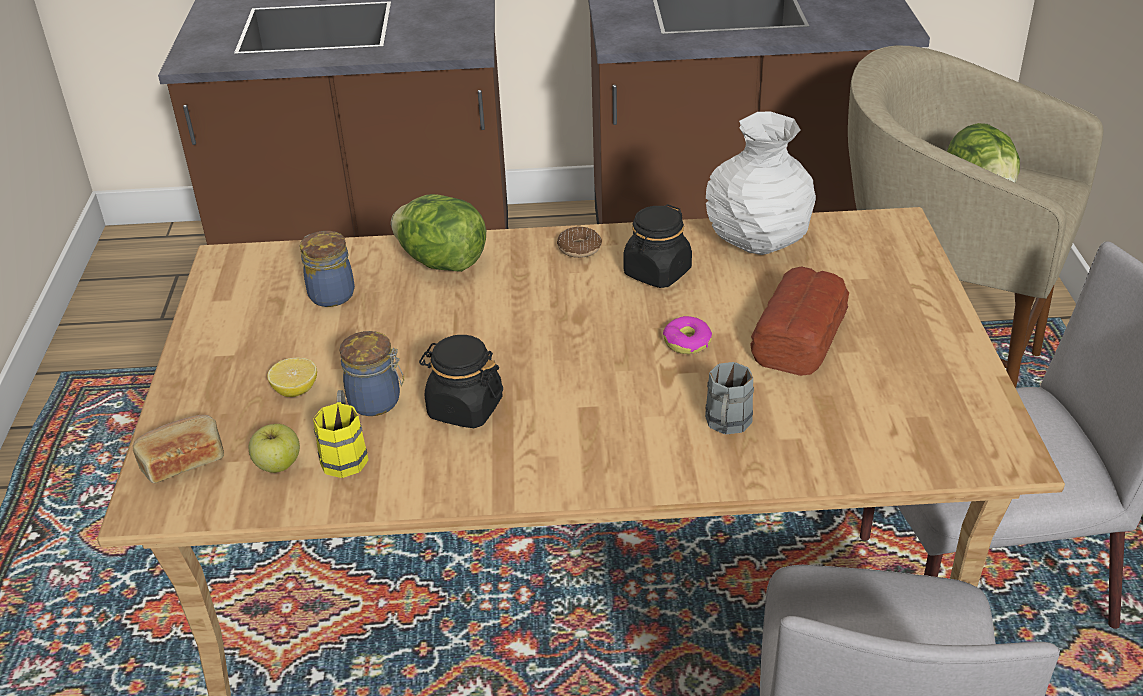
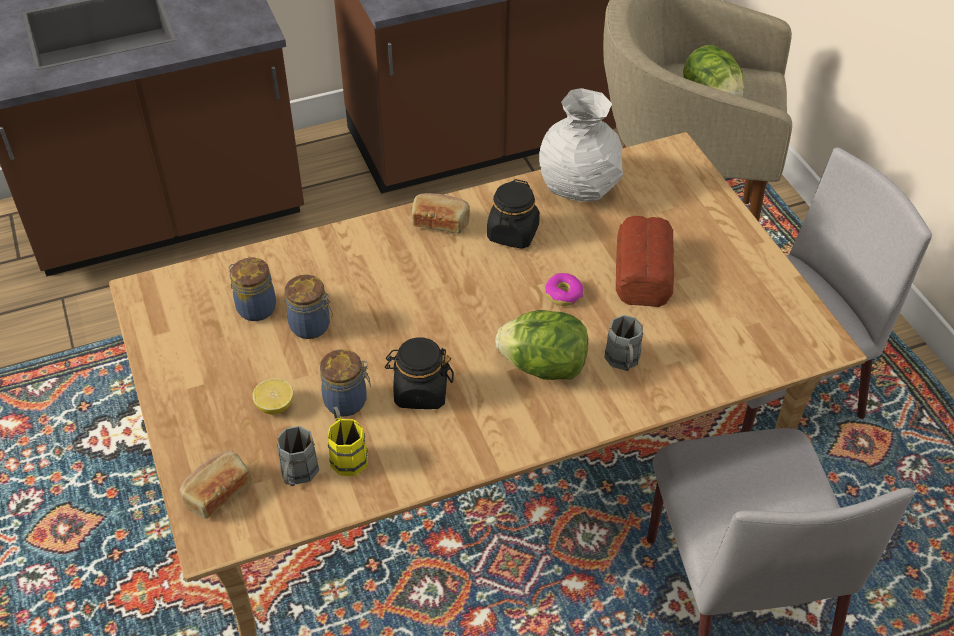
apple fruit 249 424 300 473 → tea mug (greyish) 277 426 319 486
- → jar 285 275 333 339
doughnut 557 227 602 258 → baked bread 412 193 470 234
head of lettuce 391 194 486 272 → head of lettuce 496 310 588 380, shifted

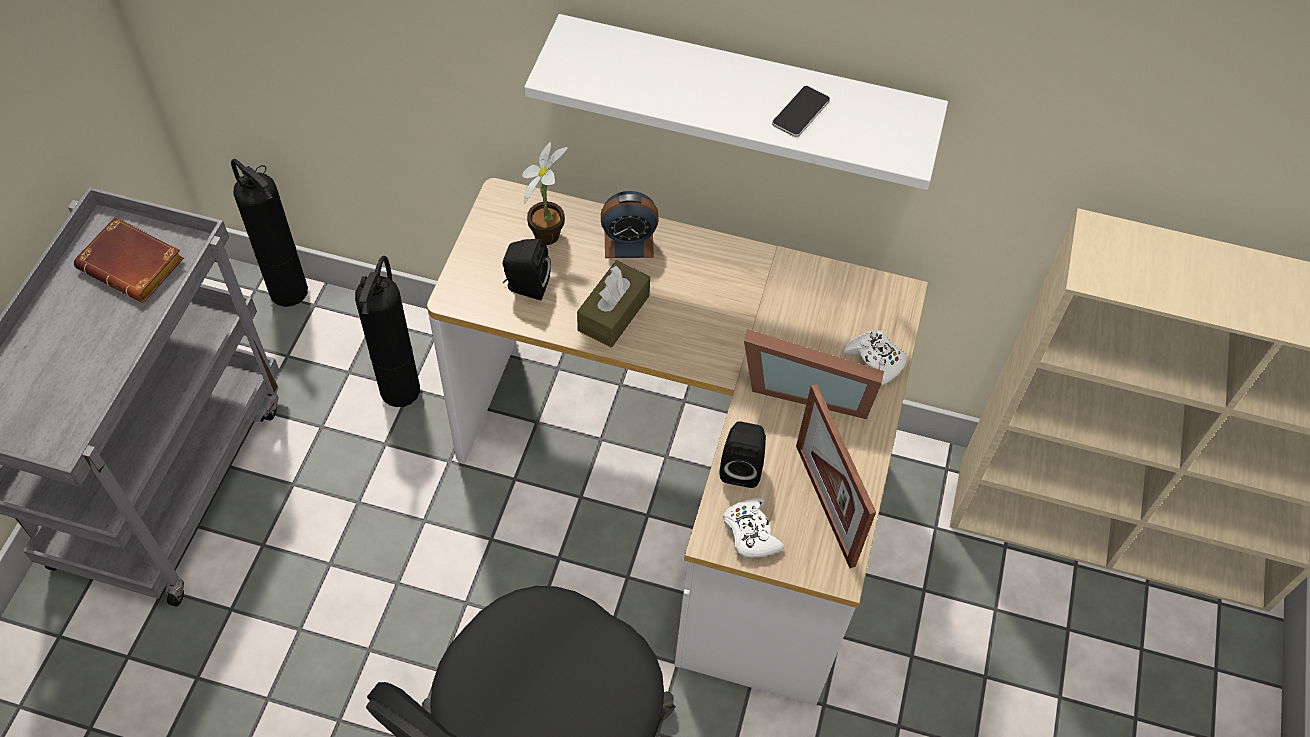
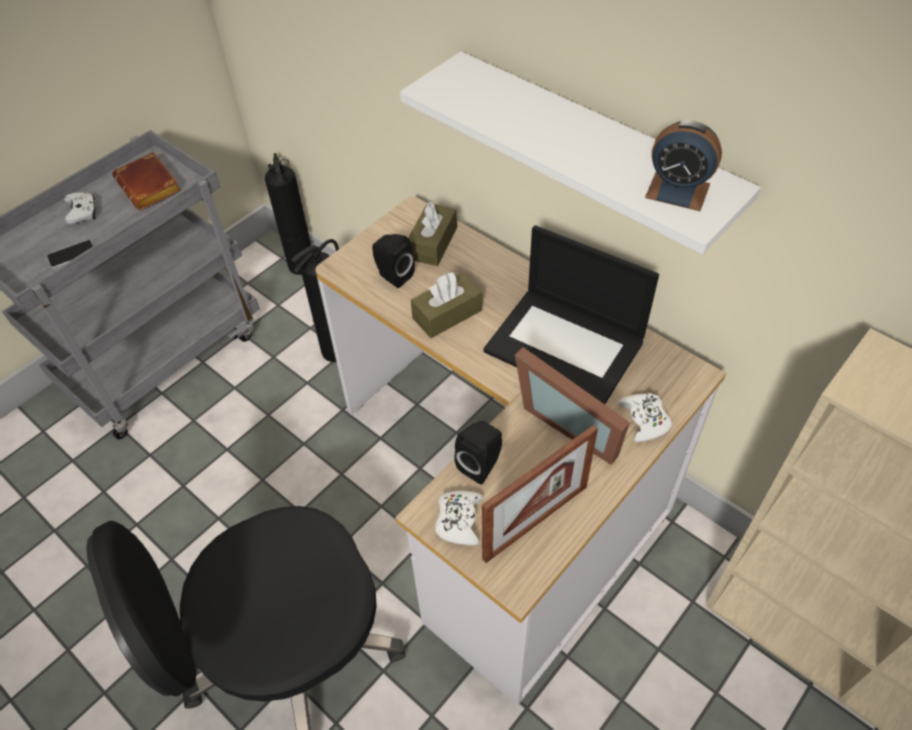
phone 772 86 830 137 → phone 47 240 93 268, shifted
- → gamepad (white) 64 192 96 225
houseplant 522 142 568 245 → box of tissues (brown-coloured) 408 202 457 266
picture frame 796 384 876 568 → picture frame 482 425 598 563, 135 degrees counterclockwise
- → notebook computer 483 225 659 404
table clock 601 191 659 258 → table clock 645 120 722 211, shifted

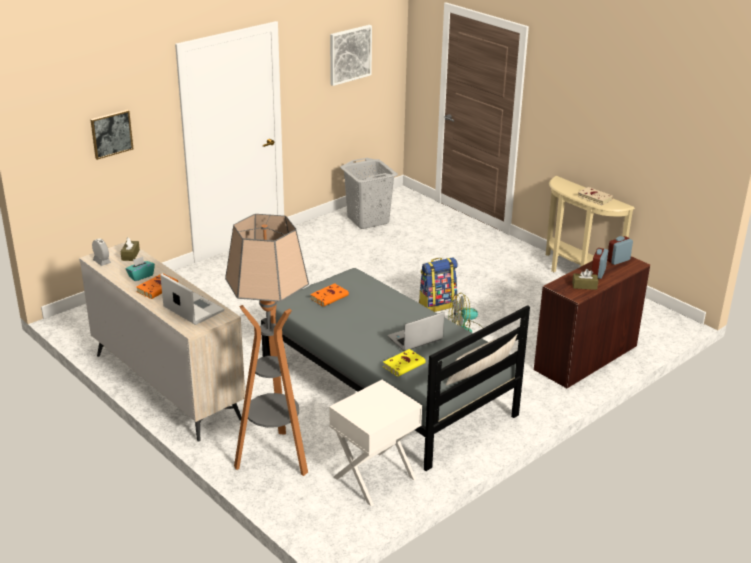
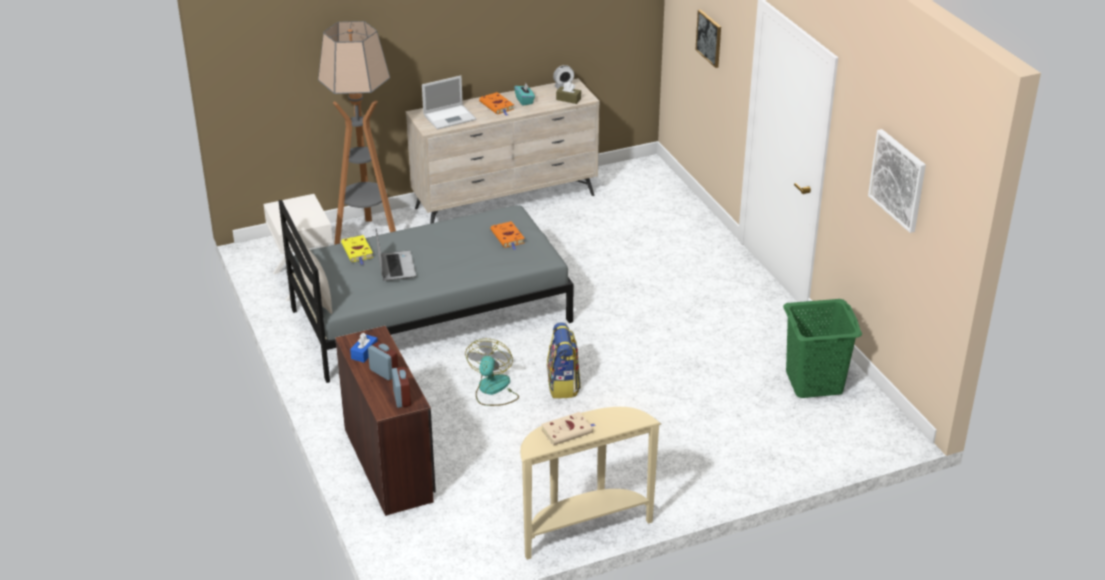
box of tissues (brown-coloured) 572 269 598 290 → box of tissues (blue) 350 333 378 363
washing basket (greyish) 340 158 398 229 → washing basket (green-coloured) 783 299 862 398

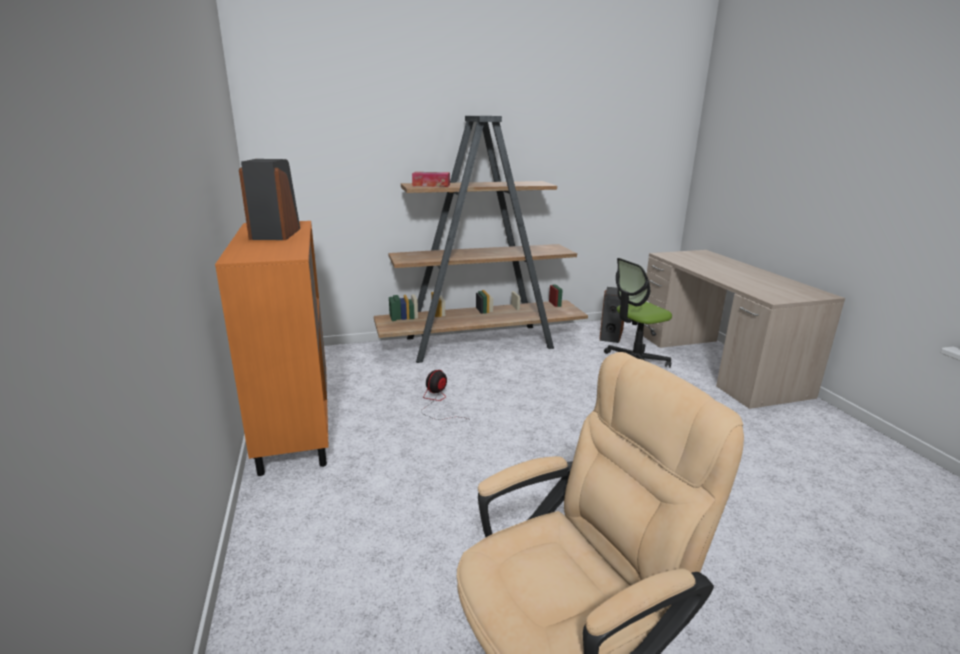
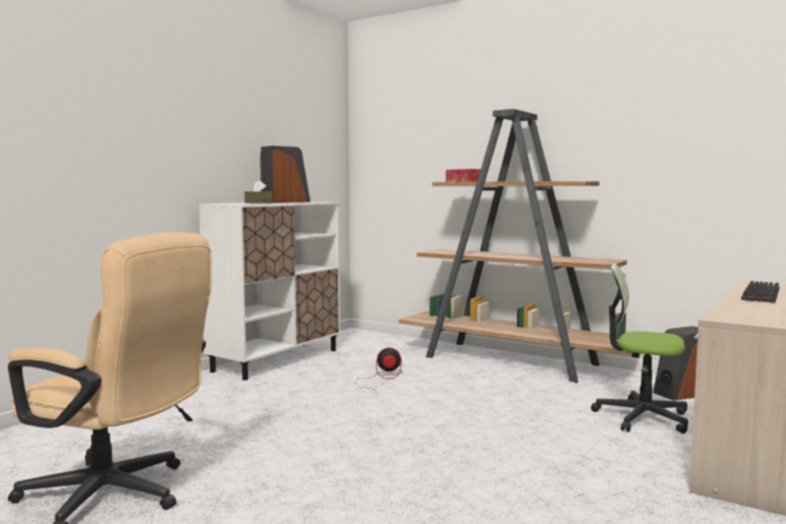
storage cabinet (orange-coloured) 215 221 329 476 → storage cabinet (white) 199 202 340 380
- → box of tissues (brown-coloured) 244 180 272 204
- → computer keyboard 741 281 779 303

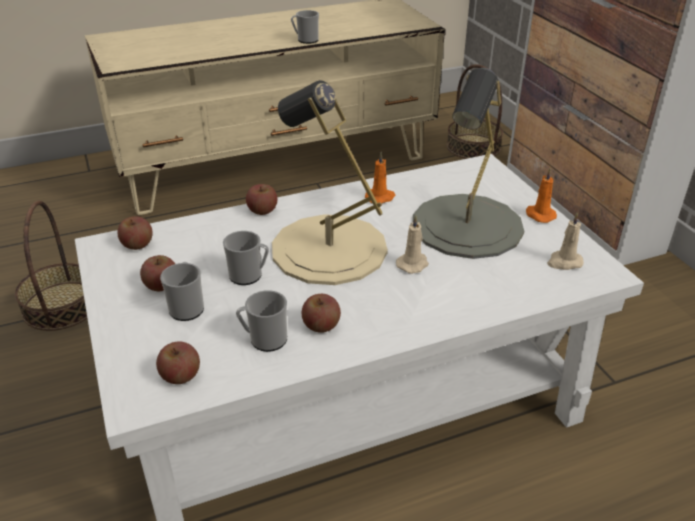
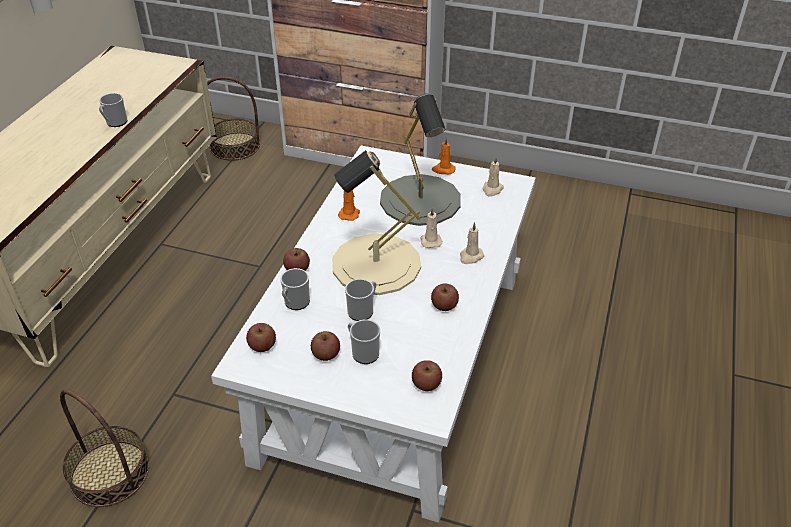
tea mug 236 290 287 352 → tea mug 280 268 310 310, shifted
- → wax light (beige-coloured) 460 222 484 264

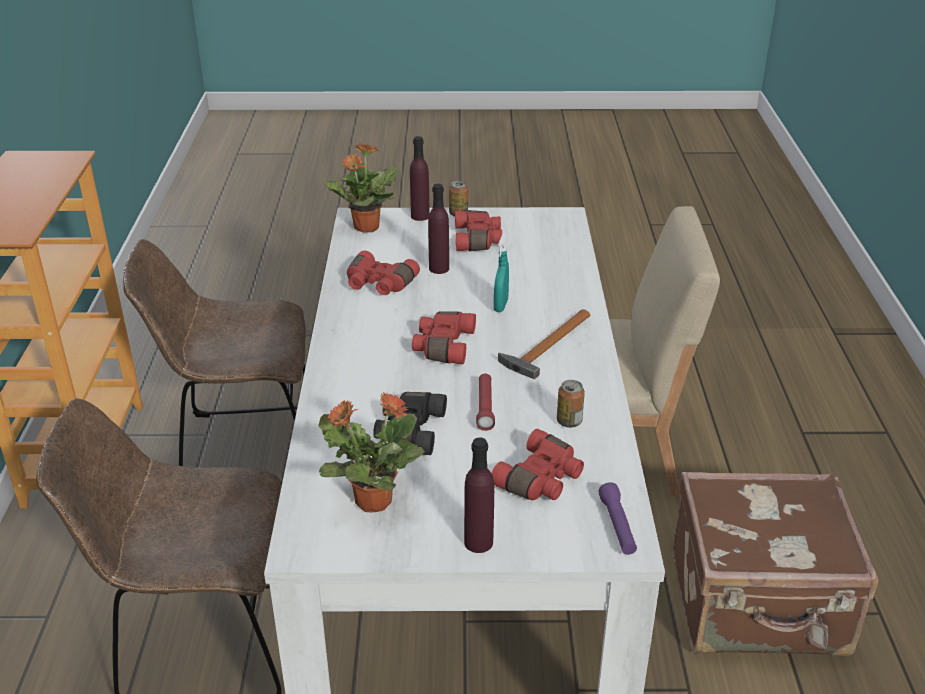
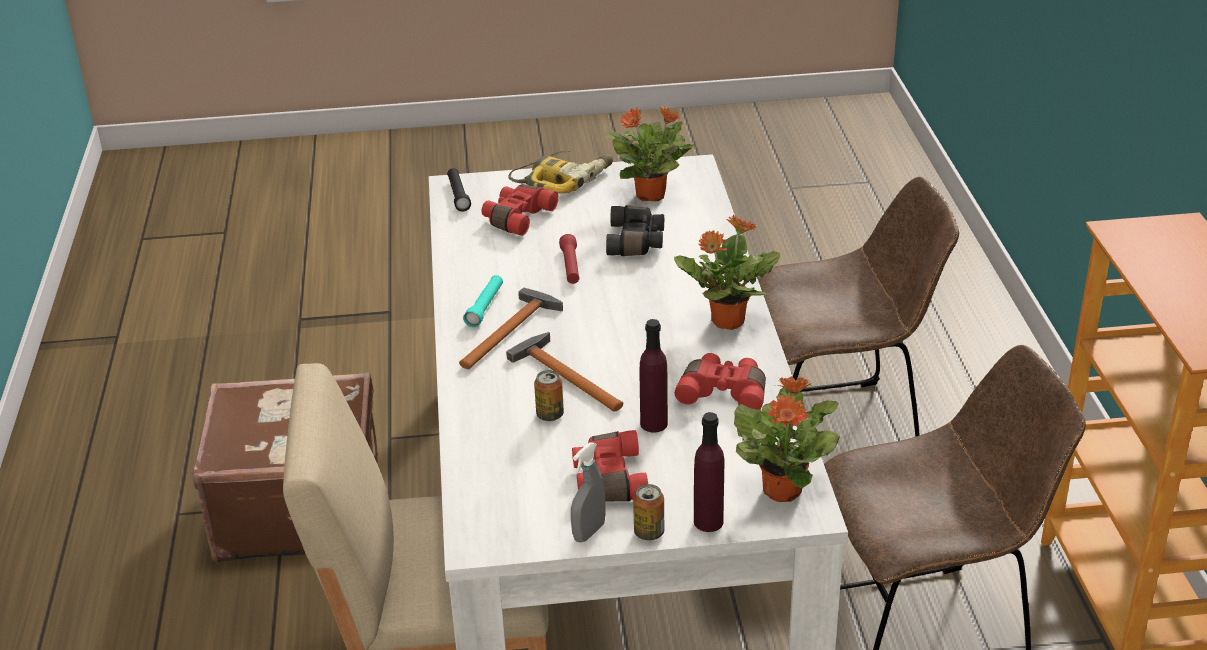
flashlight (purple-coloured) 599 482 637 555 → flashlight (blackish) 447 168 471 211
- → flashlight (turquoise) 463 275 503 327
hand sprayer (turquoise) 494 234 509 312 → tool hammer 506 332 623 412
bottle (purple-coloured) 464 437 494 553 → power drill 509 150 613 194
can 557 380 585 428 → can 534 370 564 421, shifted
- → hand sprayer (greyish) 571 442 606 542
- → houseplant 674 214 780 330
field glasses (red-coloured) 412 311 476 364 → -

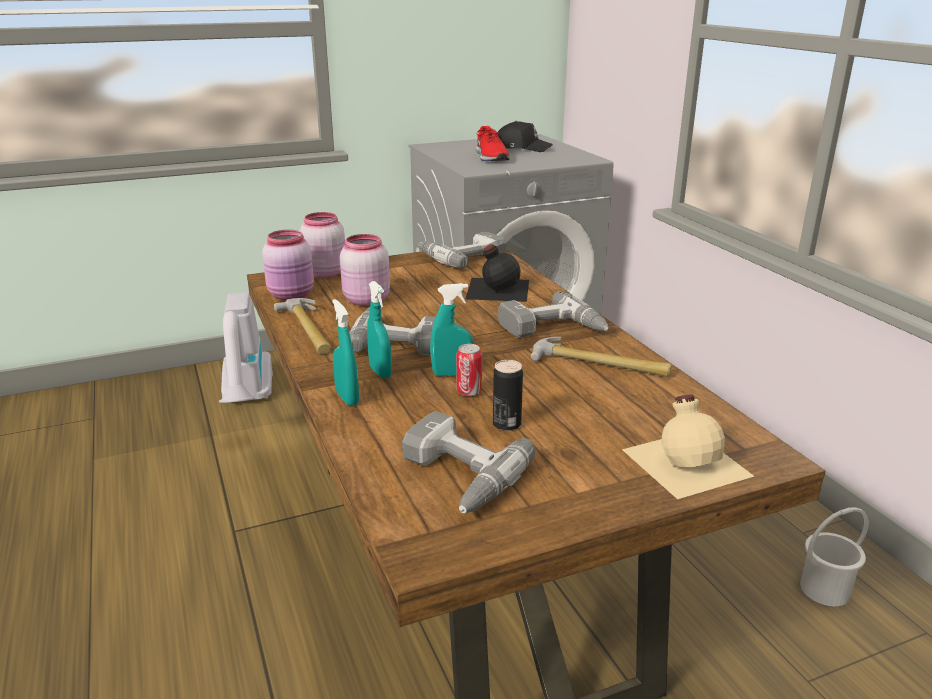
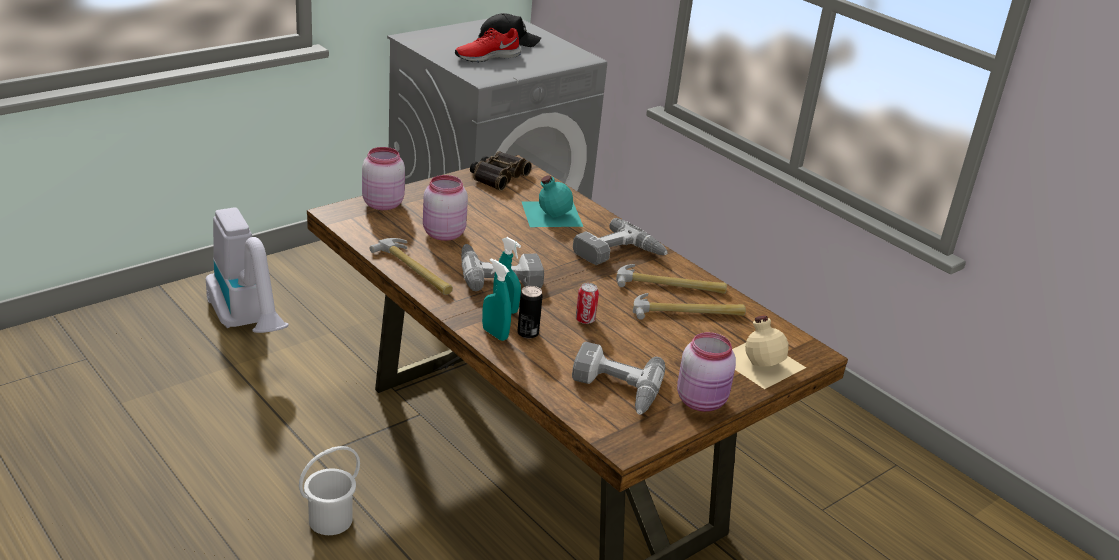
water bucket (white) 800 508 869 606 → water bucket (white) 299 446 360 535, shifted
low shoe (red-coloured) 476 126 510 161 → low shoe (red-coloured) 455 28 521 62, 90 degrees clockwise
power drill 418 232 507 269 → field glasses 470 151 532 191
can 493 360 523 431 → can 517 286 543 339, shifted
bottle (blackish) 465 244 529 302 → bottle (turquoise) 522 176 583 227
- → tool hammer 633 293 746 320
jar (pink-coloured) 262 230 314 300 → jar (pink-coloured) 677 332 736 412, shifted
hand sprayer (turquoise) 430 283 473 376 → -

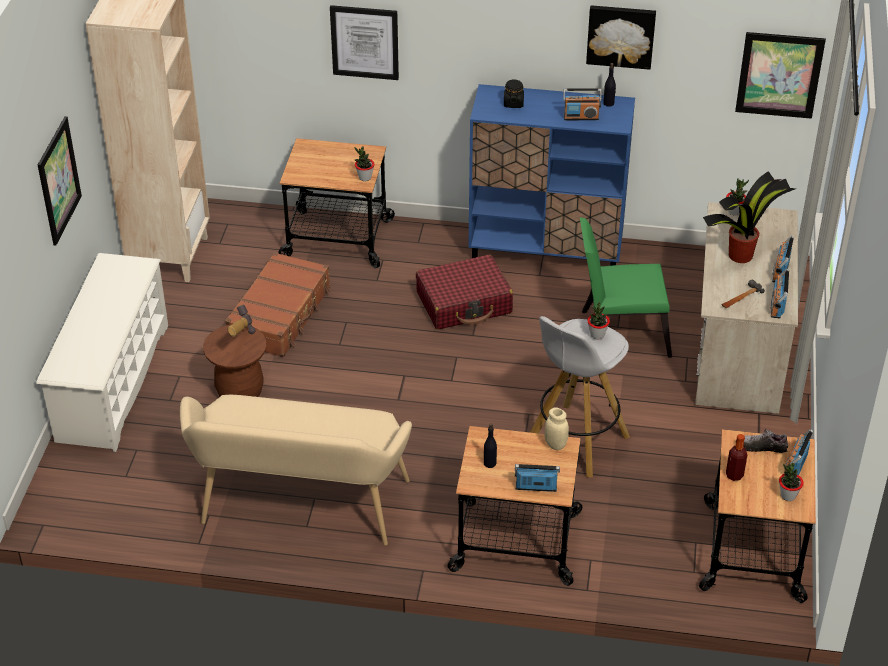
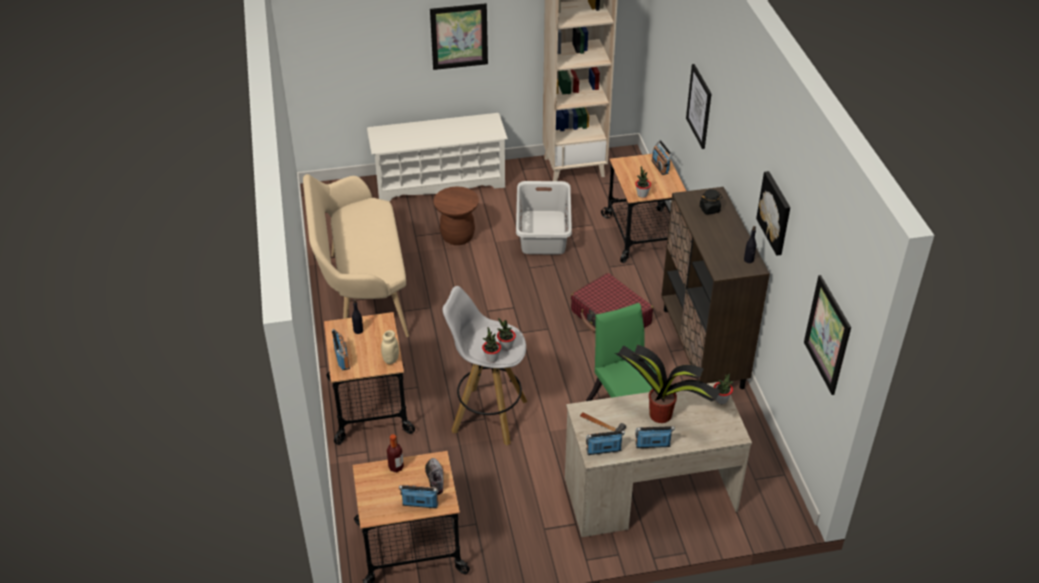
houseplant 779 463 804 501 → houseplant 482 327 501 363, shifted
travel case (brown-coloured) 225 252 330 357 → washing basket (greyish) 516 181 572 255
radio set 563 88 602 120 → radio set 652 140 672 175, shifted
storage cabinet (blue) 469 84 635 266 → storage cabinet (brown-coloured) 661 187 770 389
tool hammer 228 305 256 337 → -

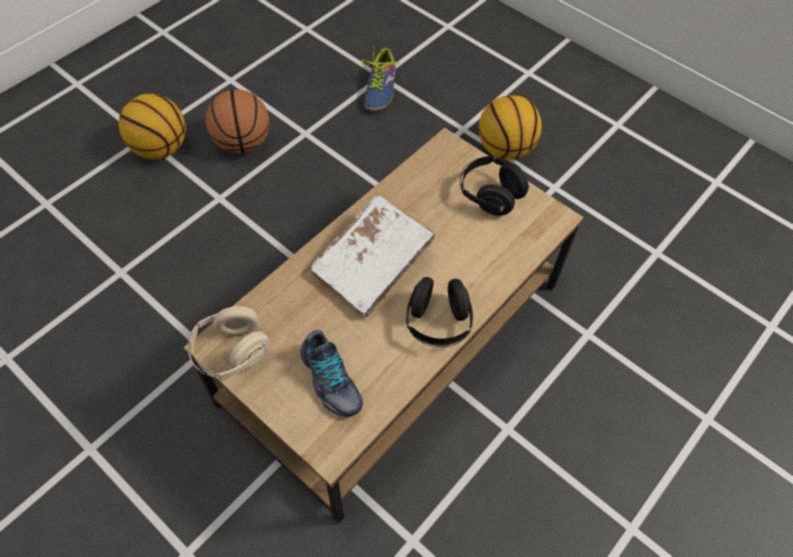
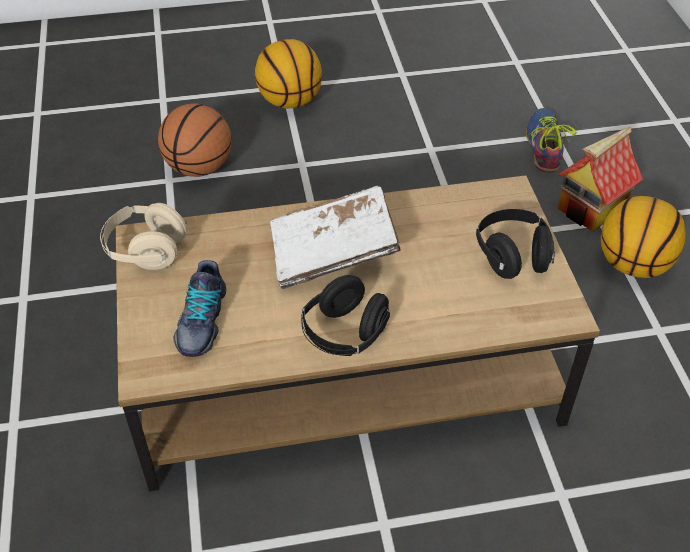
basketball 206 89 270 153 → basketball 158 103 231 177, shifted
low shoe 362 46 399 111 → low shoe 526 108 577 172, 135 degrees clockwise
- → model house 558 126 643 232

